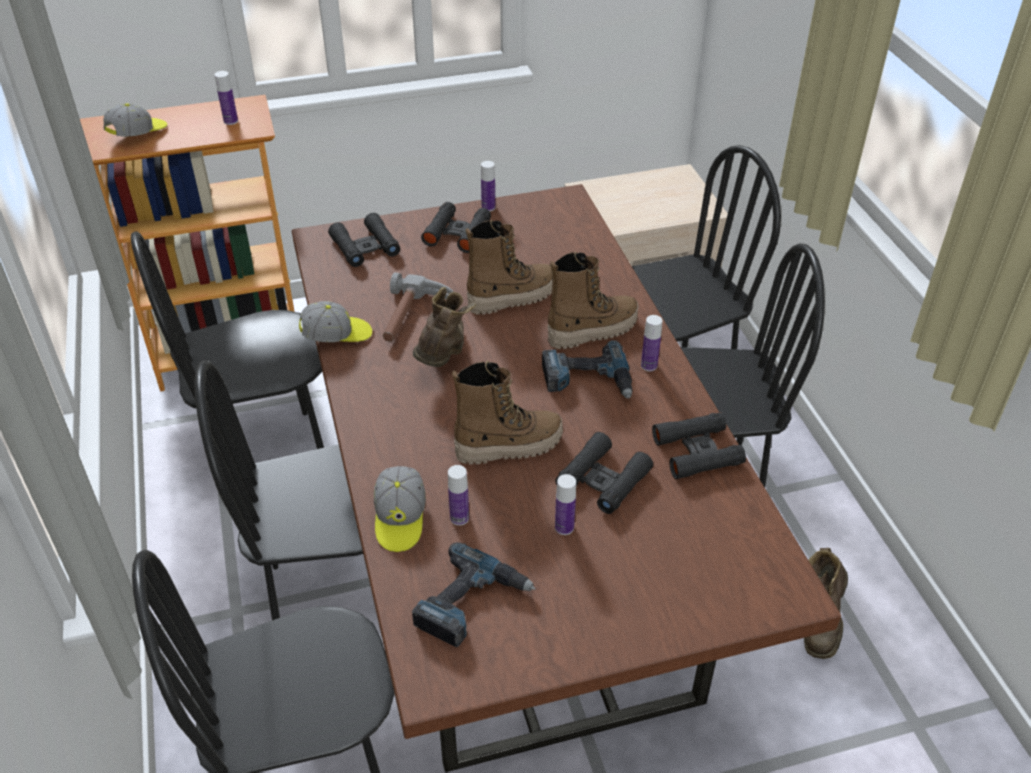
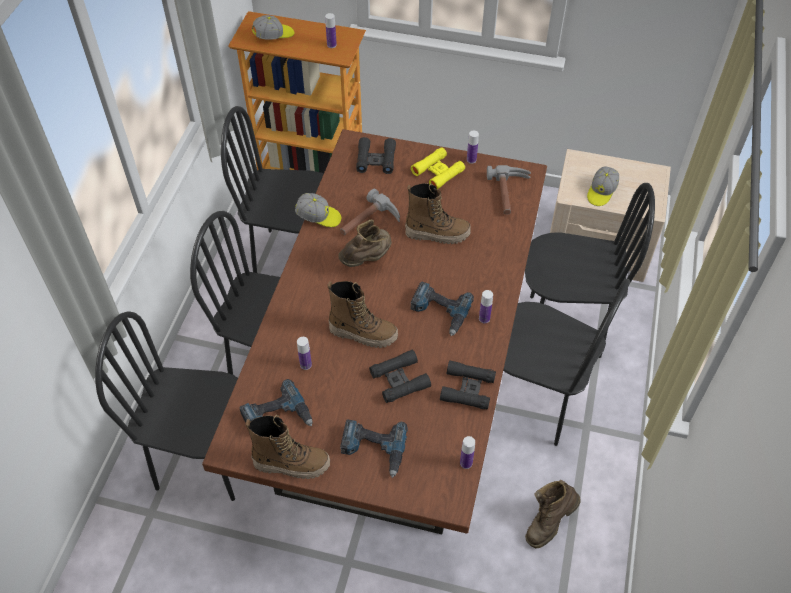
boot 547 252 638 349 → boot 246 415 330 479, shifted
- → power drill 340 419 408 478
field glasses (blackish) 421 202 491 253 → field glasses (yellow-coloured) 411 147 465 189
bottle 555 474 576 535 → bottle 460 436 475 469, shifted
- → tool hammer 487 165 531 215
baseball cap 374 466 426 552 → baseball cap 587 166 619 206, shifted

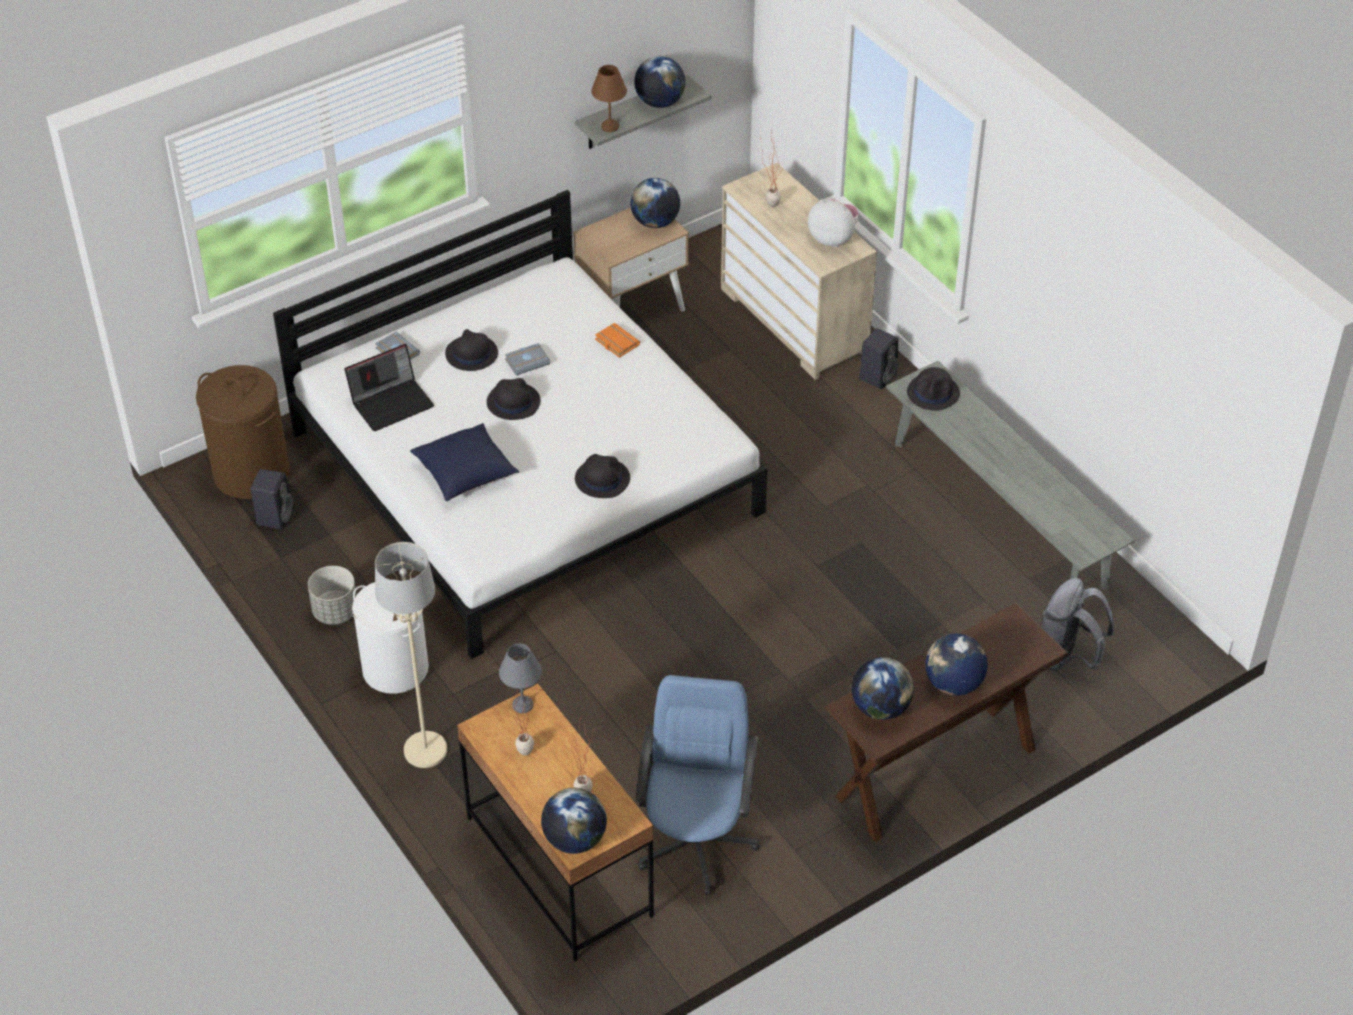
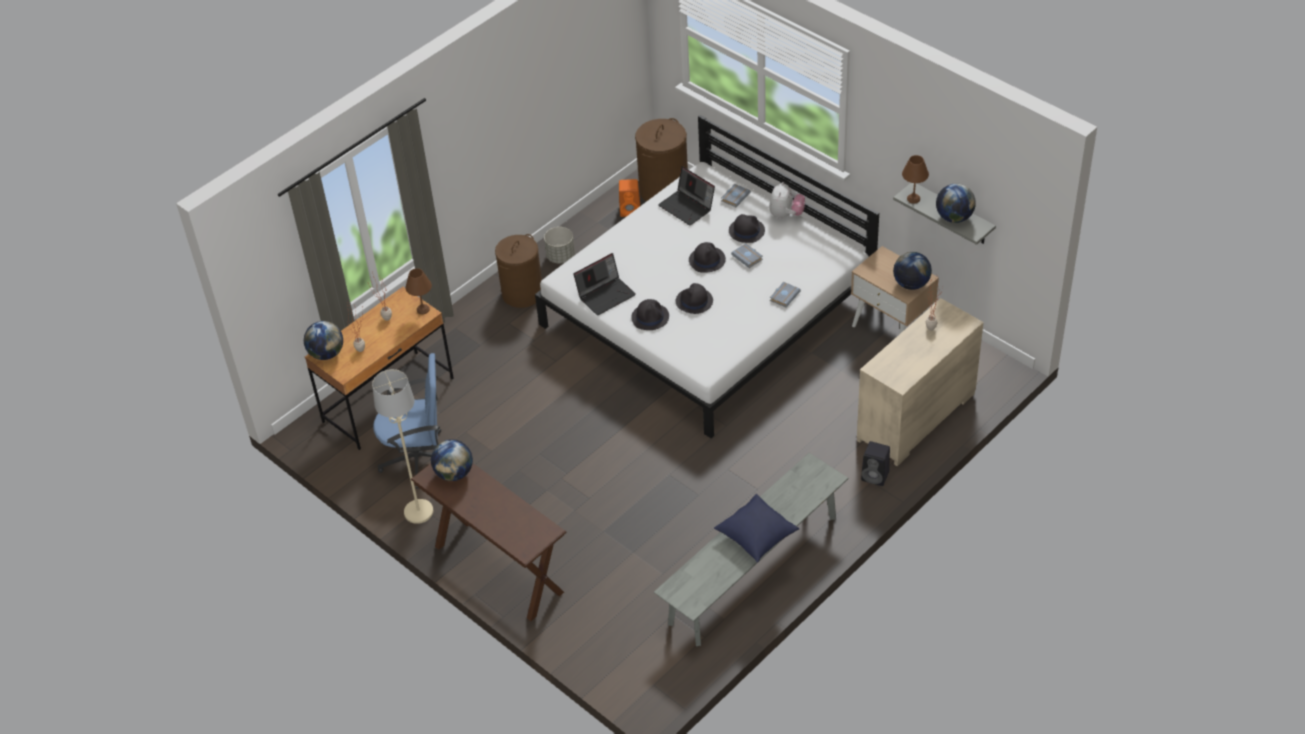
standard lamp (beige-coloured) 375 542 447 768 → standard lamp (beige-coloured) 372 369 433 524, shifted
lamp for a table (greyish) 499 643 542 713 → lamp for a table (brown-coloured) 405 268 432 315
washing basket (white) 352 580 429 694 → washing basket (brown-coloured) 495 234 542 308
- → notebook computer 574 253 636 315
audio speaker (blackish) 251 469 293 529 → audio speaker (orange-coloured) 619 179 640 217
hat (blackish) 907 367 960 410 → hat (blackish) 676 283 713 314, shifted
pillow (blue) 410 423 519 501 → pillow (blue) 714 494 799 563, shifted
soft toy 808 199 858 247 → soft toy 769 182 805 219, shifted
bound book (orange-coloured) 595 323 640 358 → bound book (greyish) 770 282 801 307
world globe 925 633 988 696 → -
knapsack (greyish) 1042 578 1114 671 → -

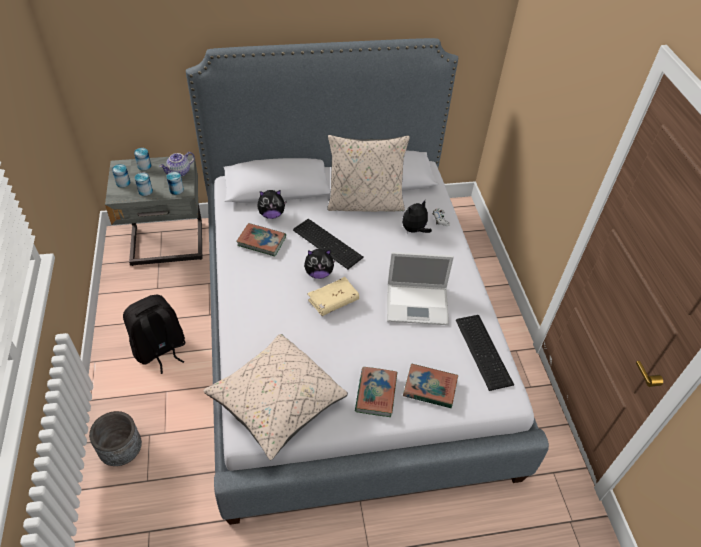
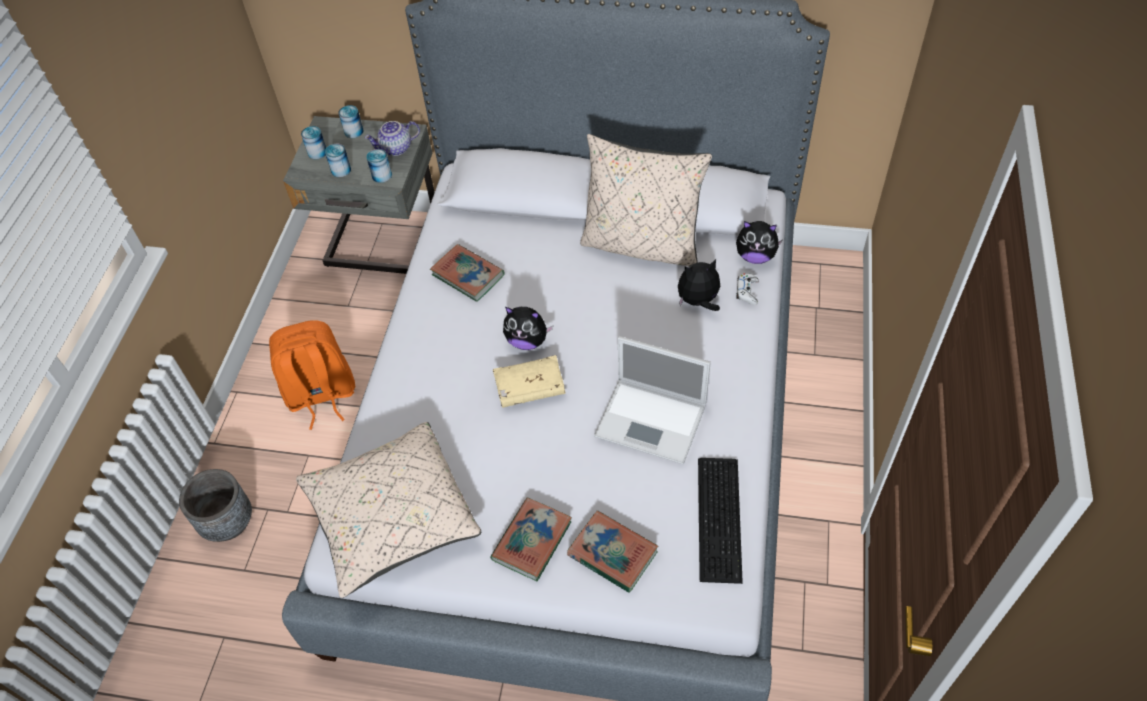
knapsack (blackish) 123 294 185 374 → knapsack (orange-coloured) 269 320 355 430
soft toy 257 190 287 219 → soft toy 736 221 783 264, shifted
computer keyboard 293 219 364 269 → -

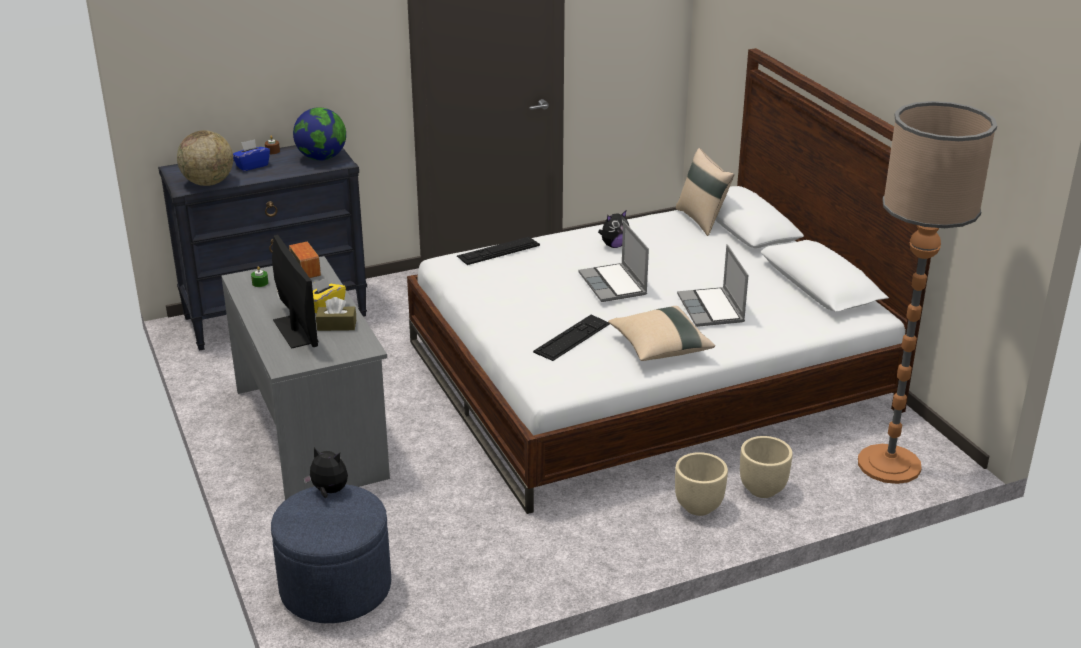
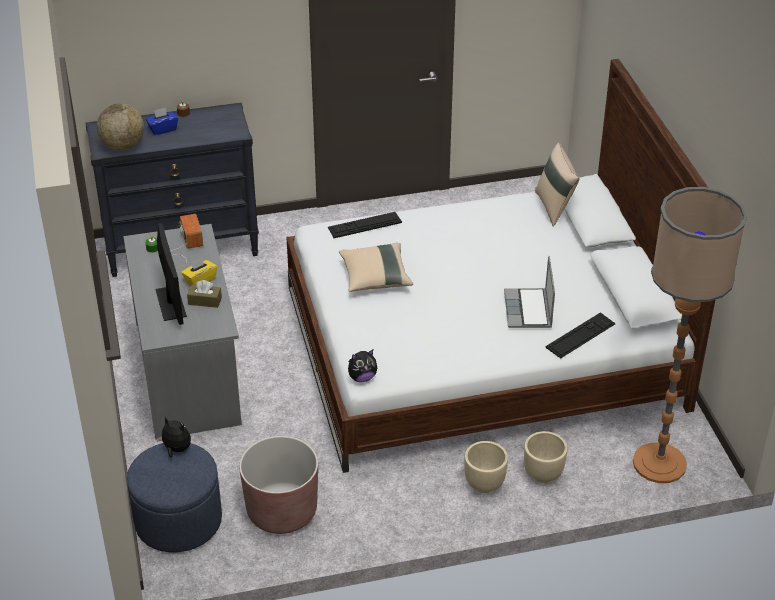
- → plant pot (brown-coloured) 239 436 318 534
pillow (beige-coloured) 608 306 715 361 → pillow (beige-coloured) 339 243 413 292, shifted
soft toy 598 211 630 248 → soft toy 348 350 377 382, shifted
computer keyboard 533 315 610 361 → computer keyboard 545 312 616 358, shifted
world globe 293 107 346 161 → -
notebook computer 579 221 649 302 → -

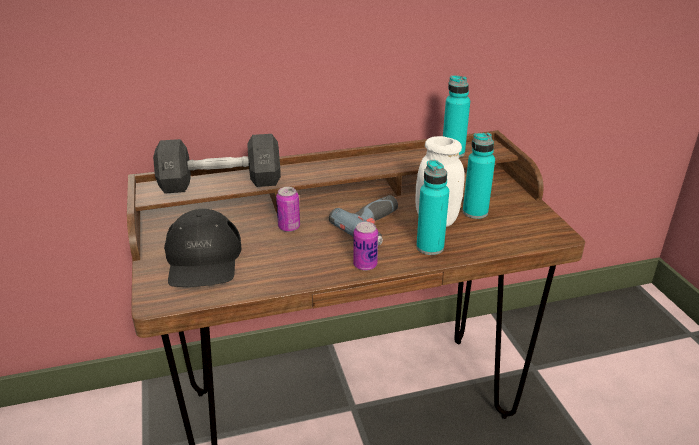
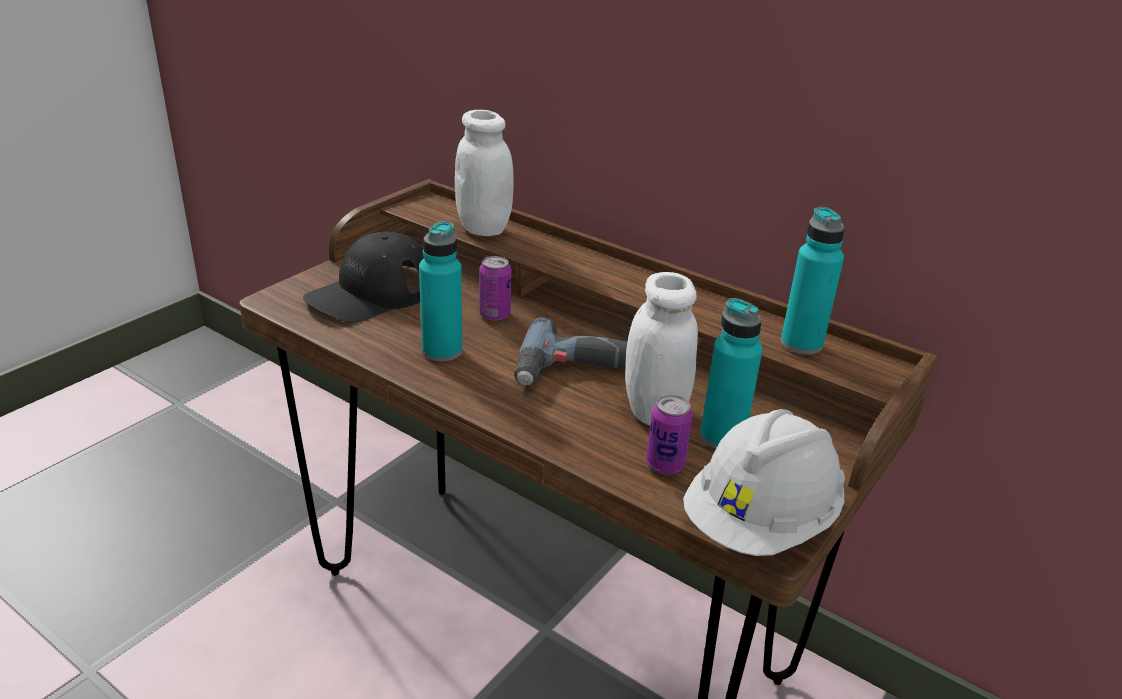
bottle (turquoise) 416 160 449 255 → bottle (turquoise) 419 221 462 362, shifted
free weight (greyish) 153 134 281 194 → jar (white) 455 110 514 236
can 353 222 378 271 → can 646 395 693 475, shifted
- → hard hat (white) 683 409 845 556

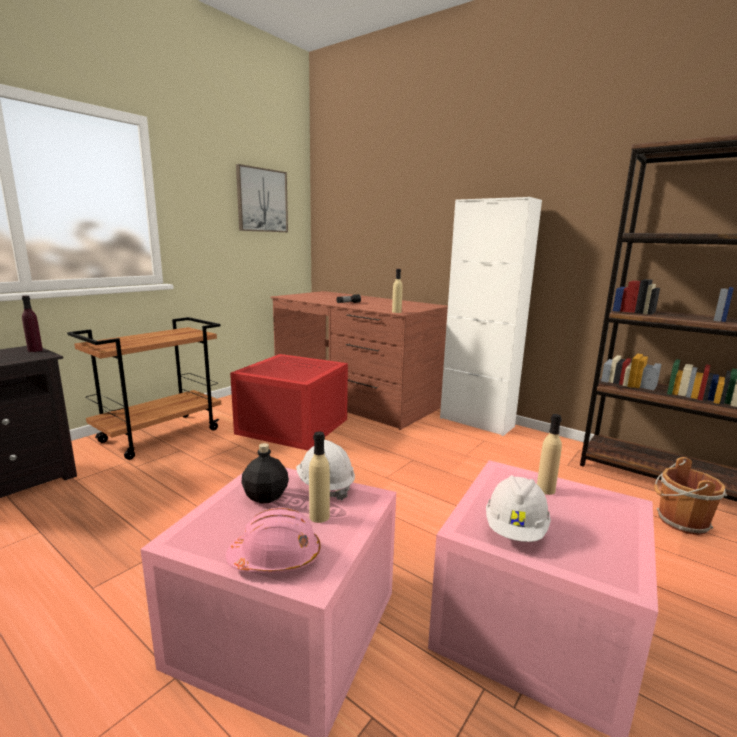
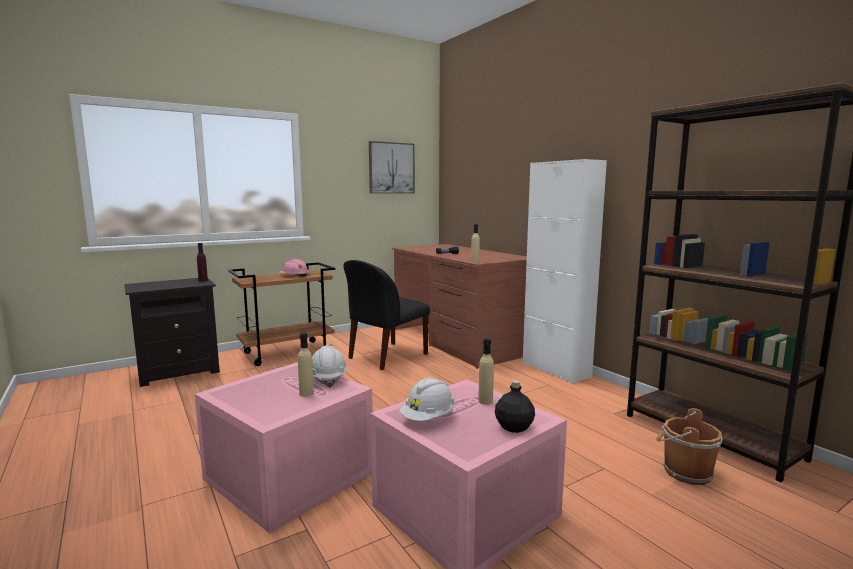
hard hat (pink-coloured) 226 507 321 573 → hard hat (pink-coloured) 279 259 310 277, shifted
storage bin (red-coloured) 230 354 348 451 → plain chair (blackish) 343 260 430 370
bottle (blackish) 241 443 289 504 → bottle (blackish) 495 380 535 433, shifted

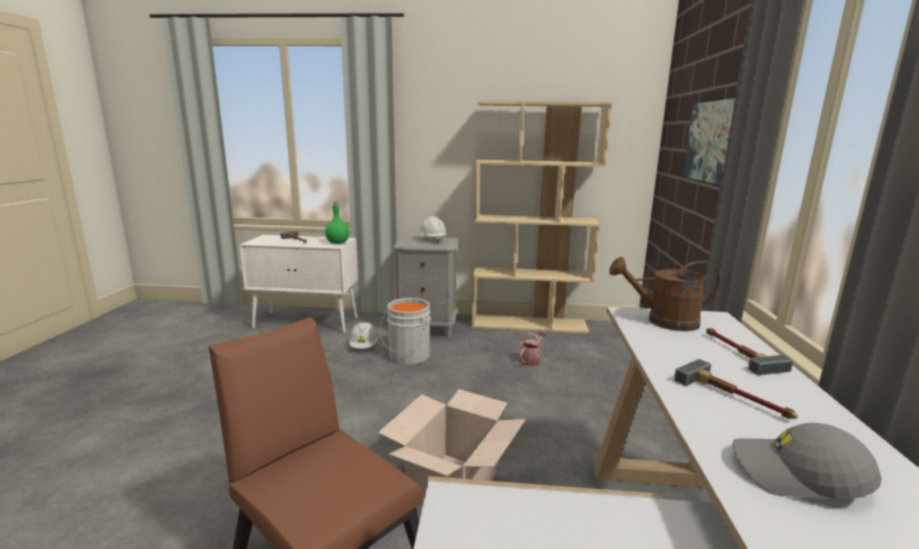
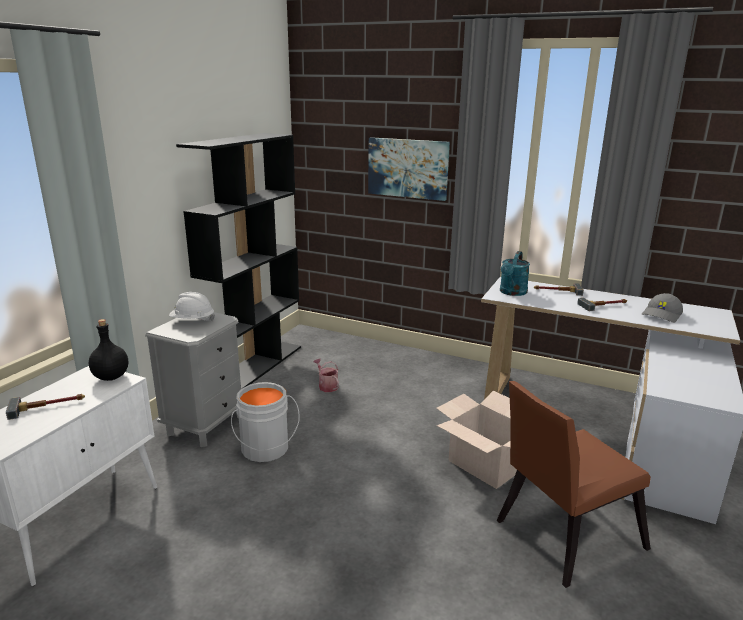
bottle (green-coloured) 325 202 349 244 → bottle (blackish) 89 319 128 381
bookcase (beige-coloured) 472 101 612 334 → bookcase (blackish) 176 133 301 389
watering pot (brown-coloured) 609 257 720 331 → watering pot (turquoise) 500 251 530 296
hard hat (white) 349 322 378 349 → -

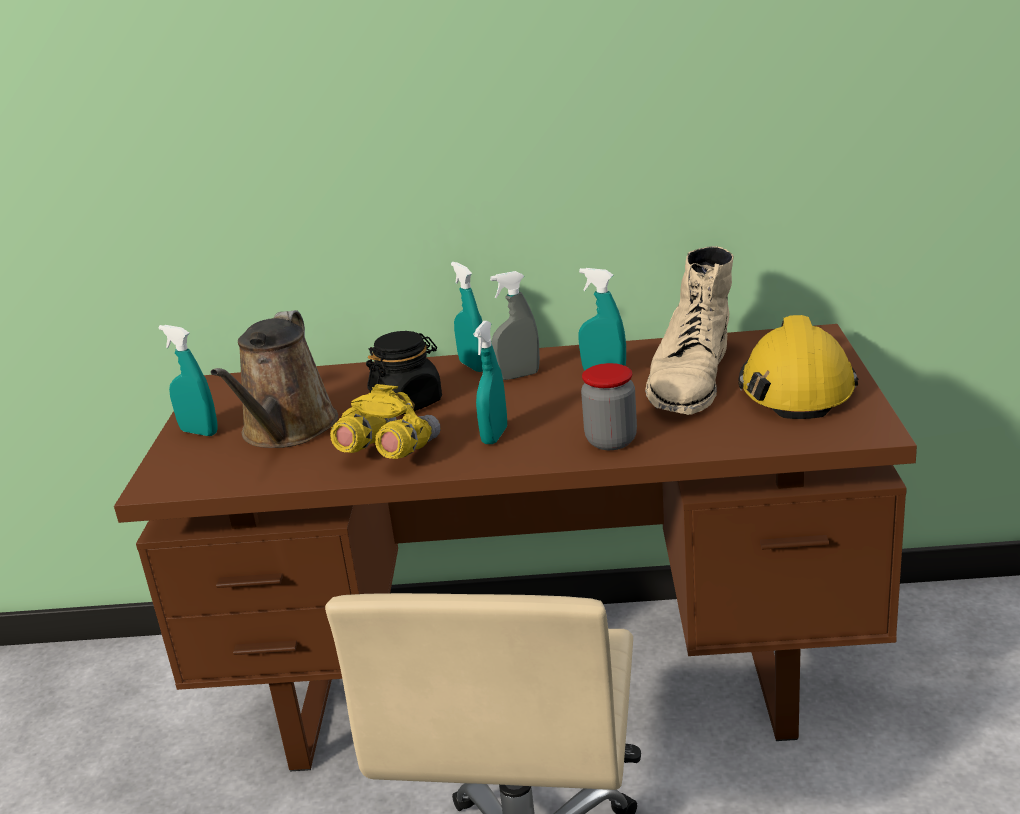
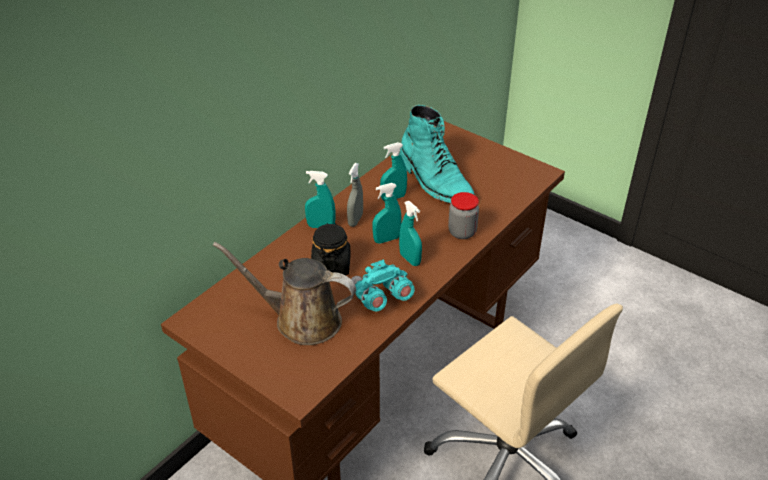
watering pot (brown-coloured) 210 310 338 448 → watering pot (brown-coloured) 213 242 356 345, 150 degrees clockwise
field glasses (yellow-coloured) 330 384 440 459 → field glasses (turquoise) 351 260 415 312
hand sprayer (turquoise) 158 325 217 436 → hand sprayer (turquoise) 372 183 402 244, shifted
boot (beige-coloured) 645 246 734 415 → boot (turquoise) 400 105 474 203
hard hat (yellow-coloured) 738 315 859 419 → -

